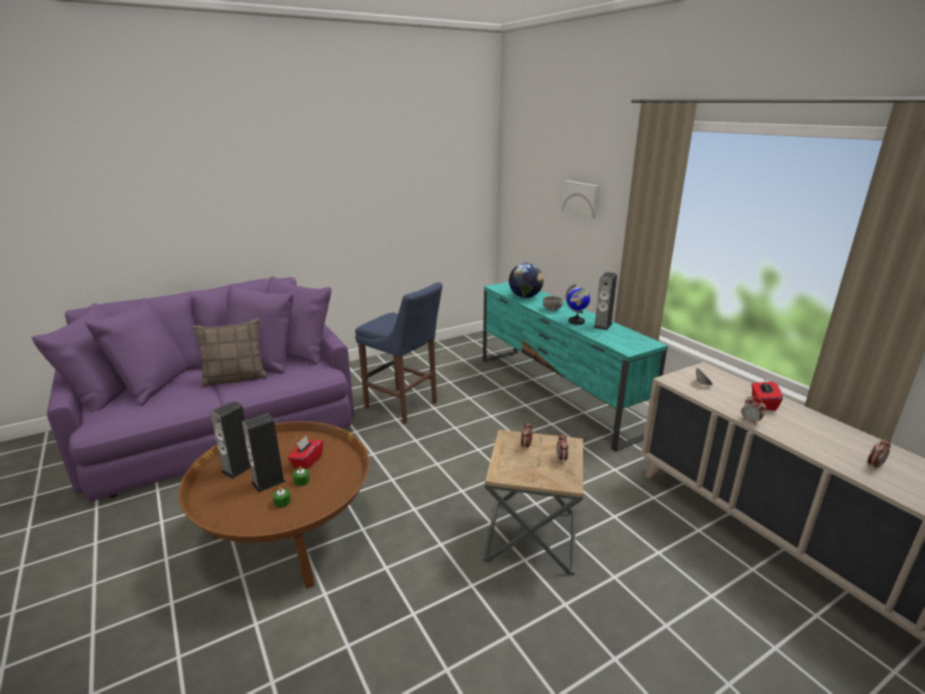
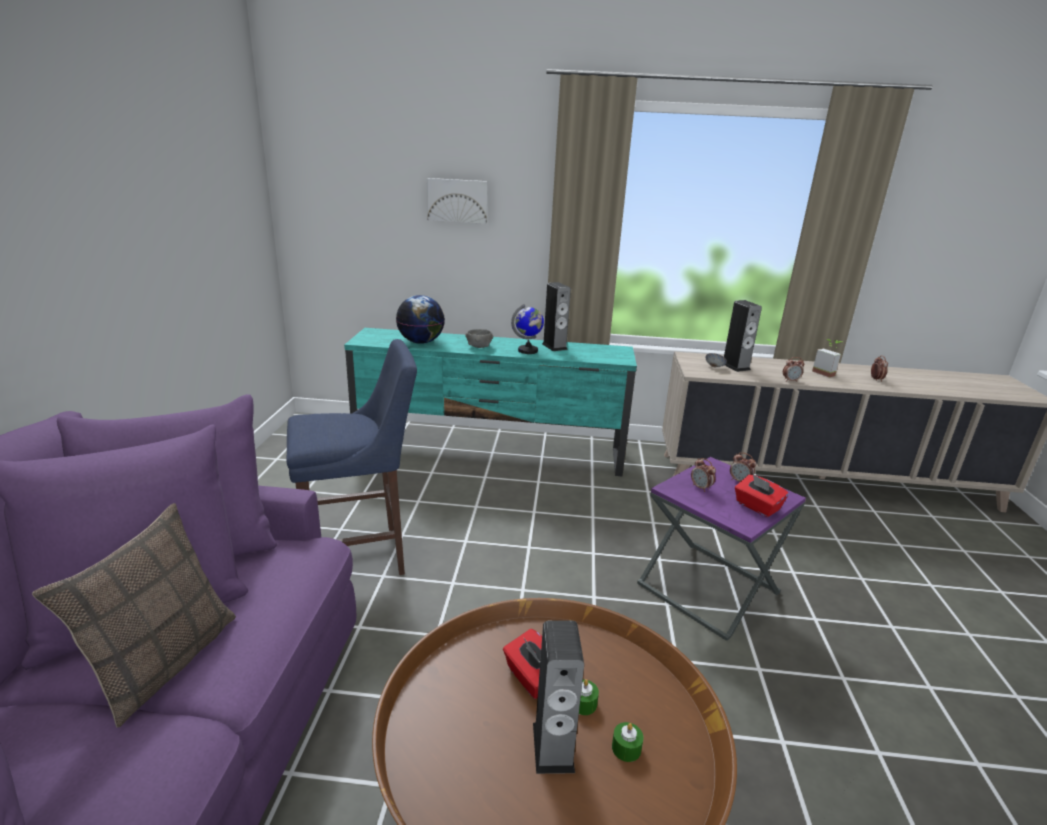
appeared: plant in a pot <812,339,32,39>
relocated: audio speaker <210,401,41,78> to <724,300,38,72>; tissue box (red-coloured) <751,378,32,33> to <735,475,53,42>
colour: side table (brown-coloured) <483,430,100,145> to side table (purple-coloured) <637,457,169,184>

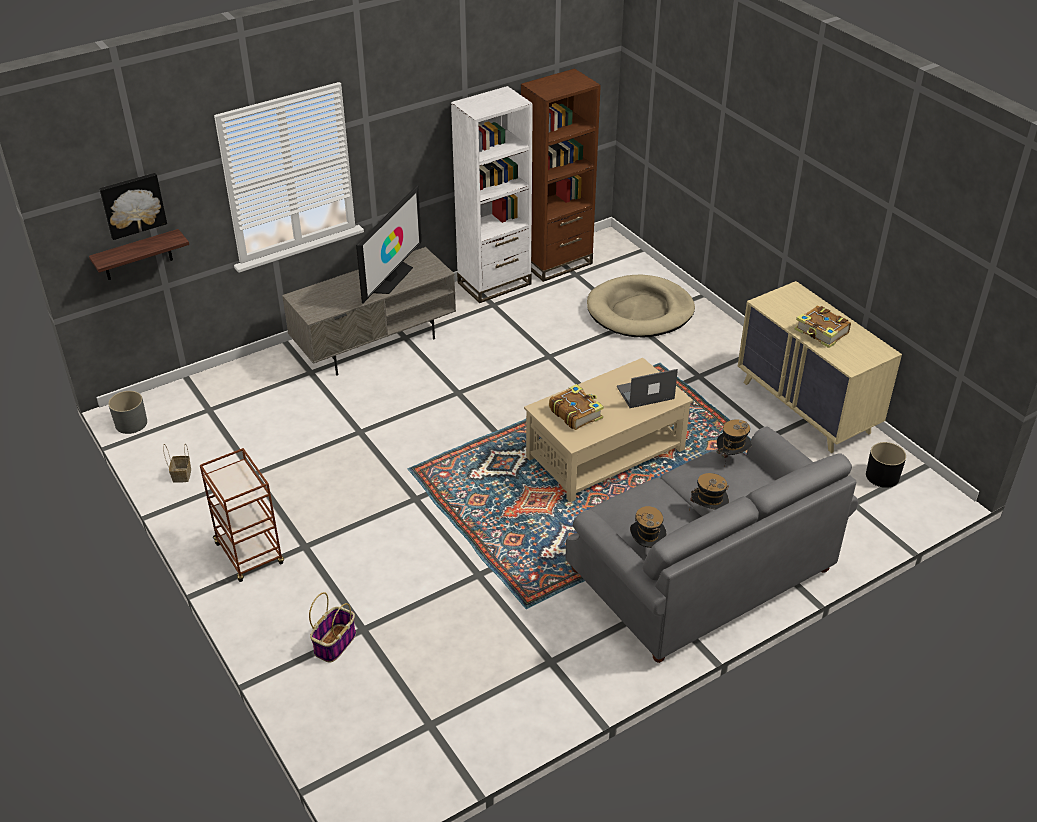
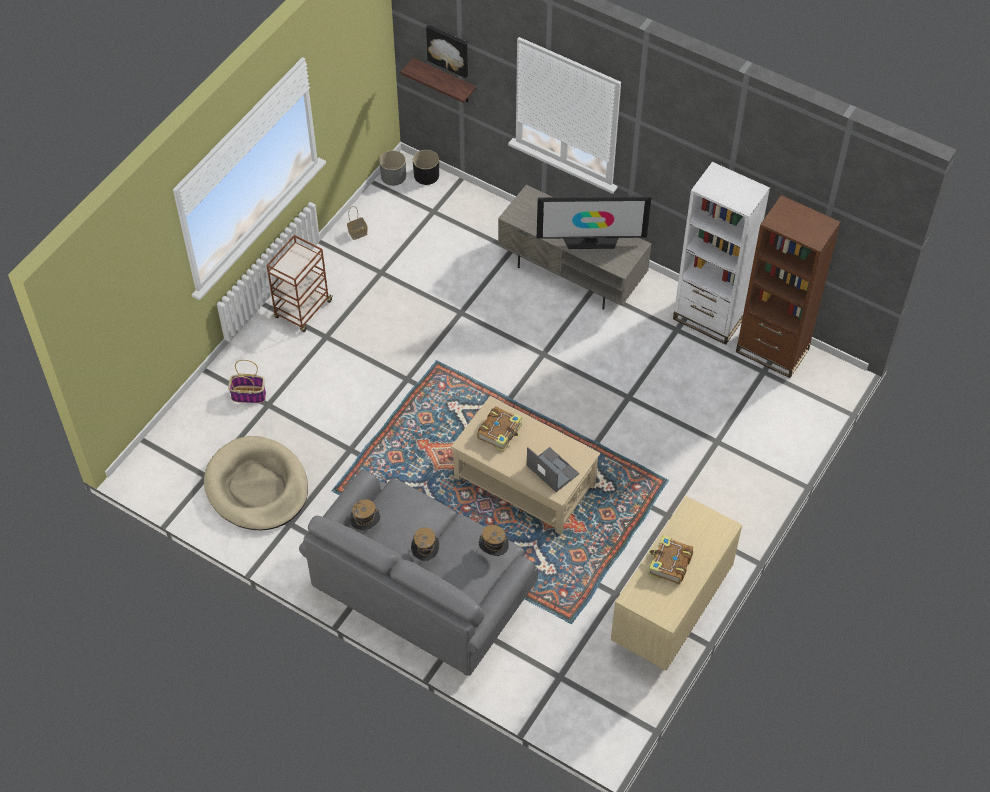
relocated: pet bed (sand-coloured) <587,275,108,62> to <204,436,104,94>; flower pot (blackish) <866,442,40,46> to <413,150,26,35>

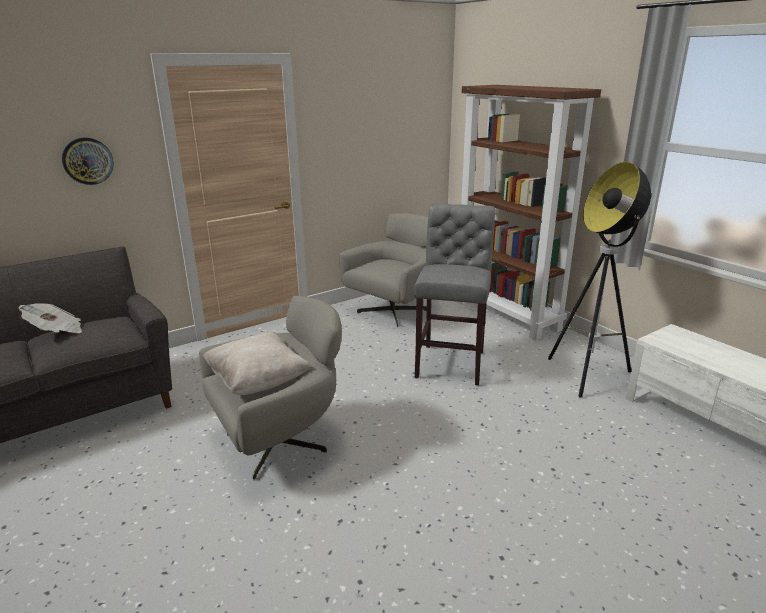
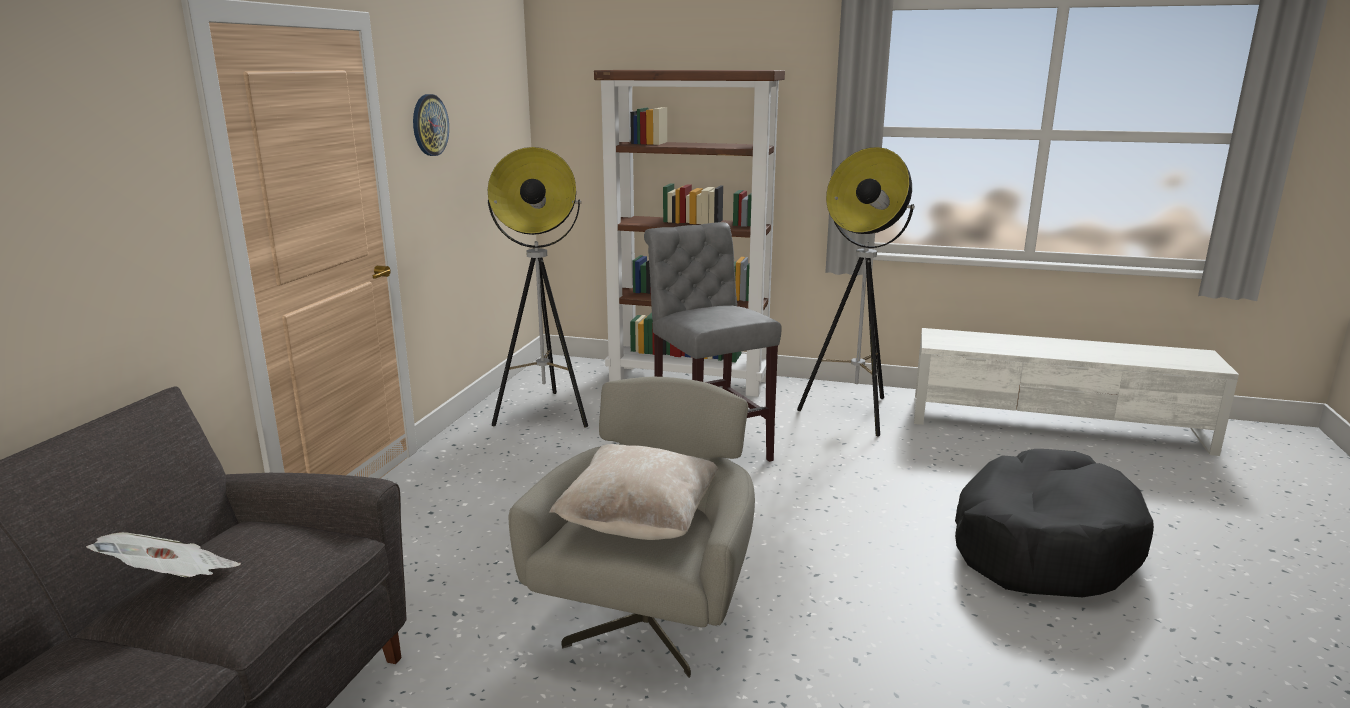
appeared: pet bed (blackish) <955,449,199,148>
relocated: hanging clock <62,137,52,48> to <413,94,36,62>
exchanged: armchair (greyish) <339,213,89,114> to floor lamp <487,147,101,281>

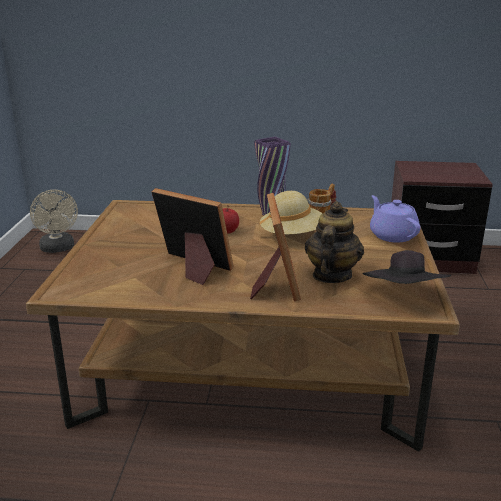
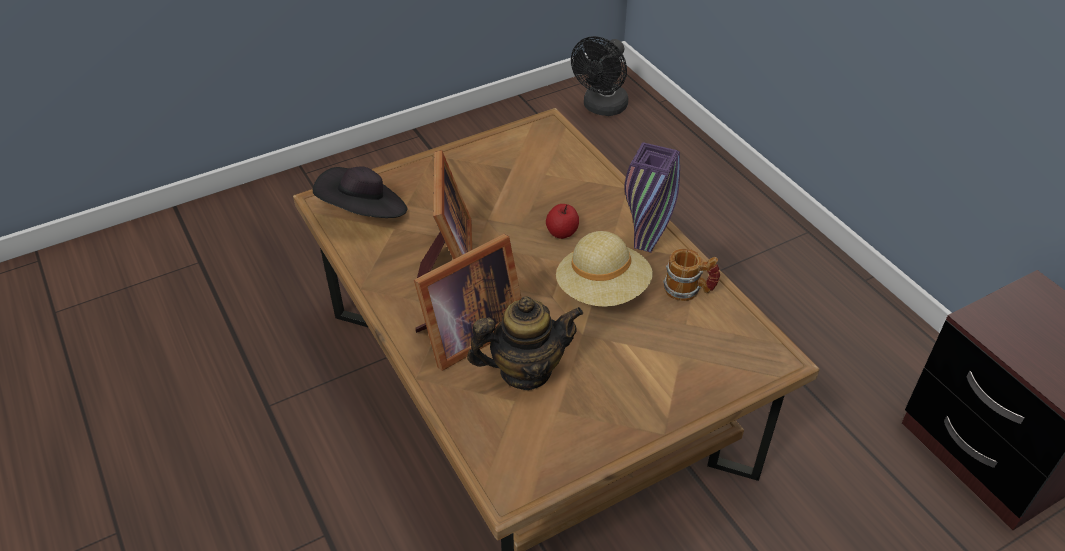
missing: tea pot (purple-coloured) <370,195,51,48>
relocated: clothing hat (blackish) <362,250,89,34> to <313,166,94,52>
colour: electric fan (sand-coloured) <30,190,48,63> to electric fan (blackish) <571,36,57,80>

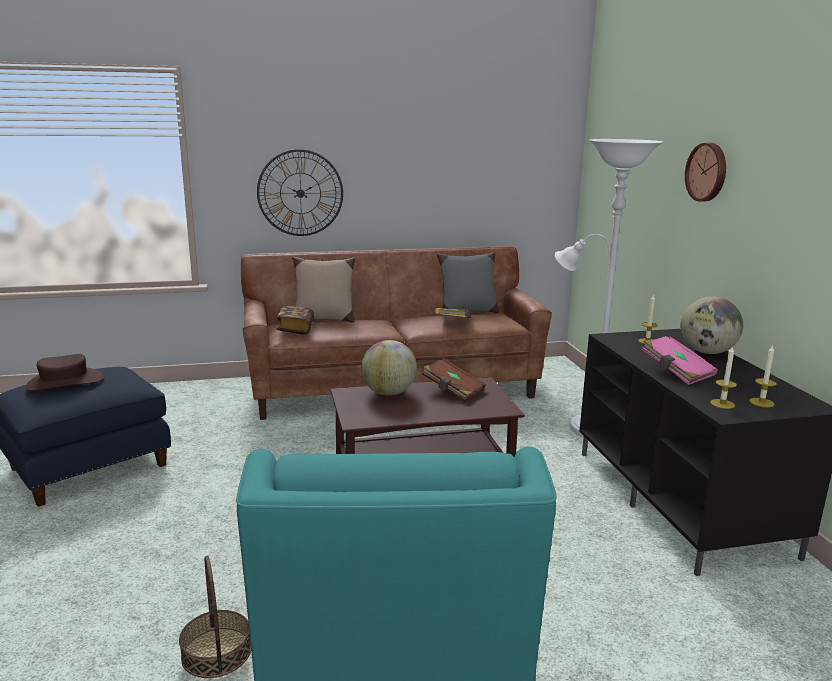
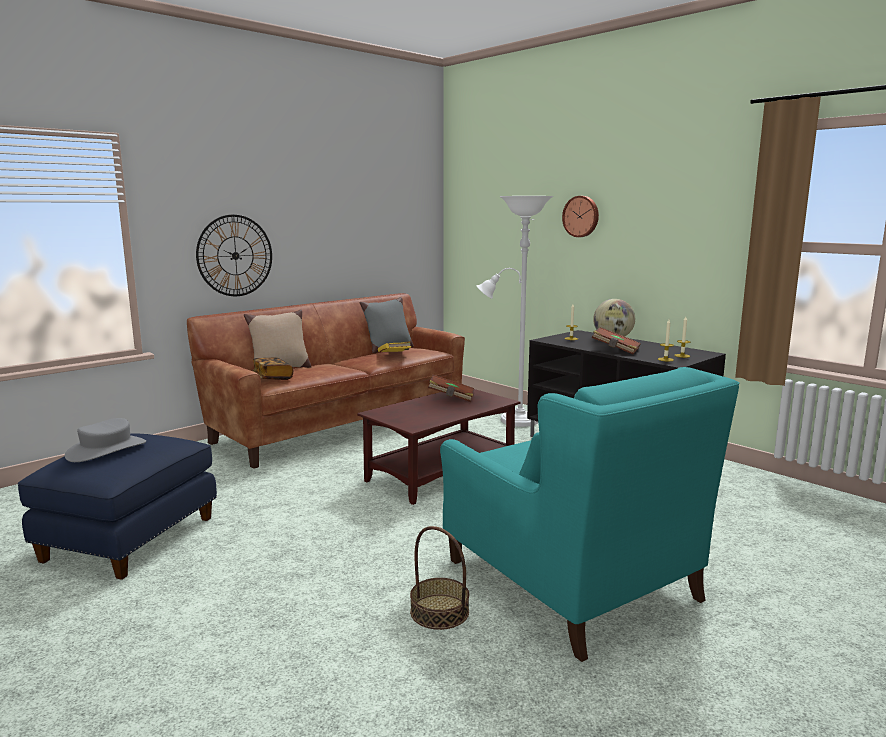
missing: world globe <361,340,56,56>
colour: clothing hat (brown-coloured) <25,354,78,37> to clothing hat (greyish) <65,418,81,44>; volume (pinkish) <642,335,76,50> to volume (brown-coloured) <591,327,50,27>

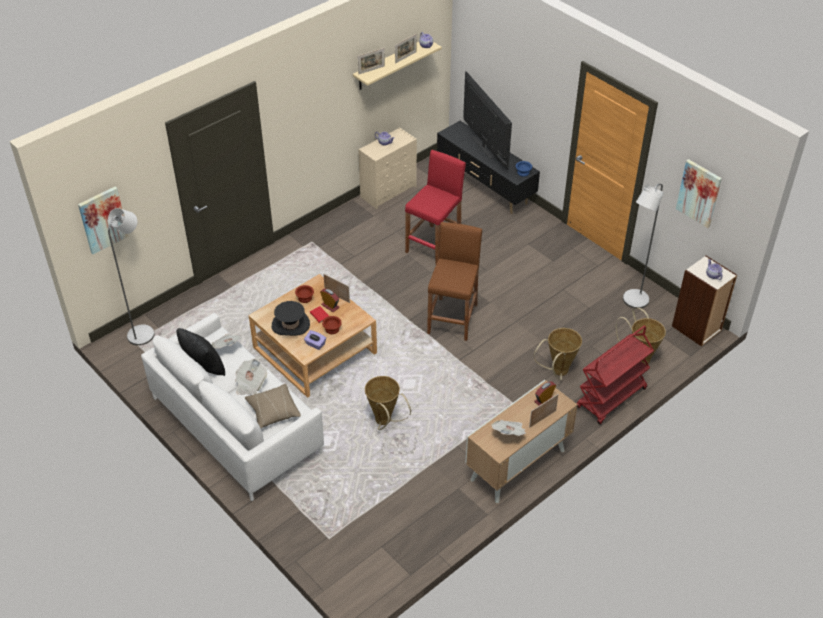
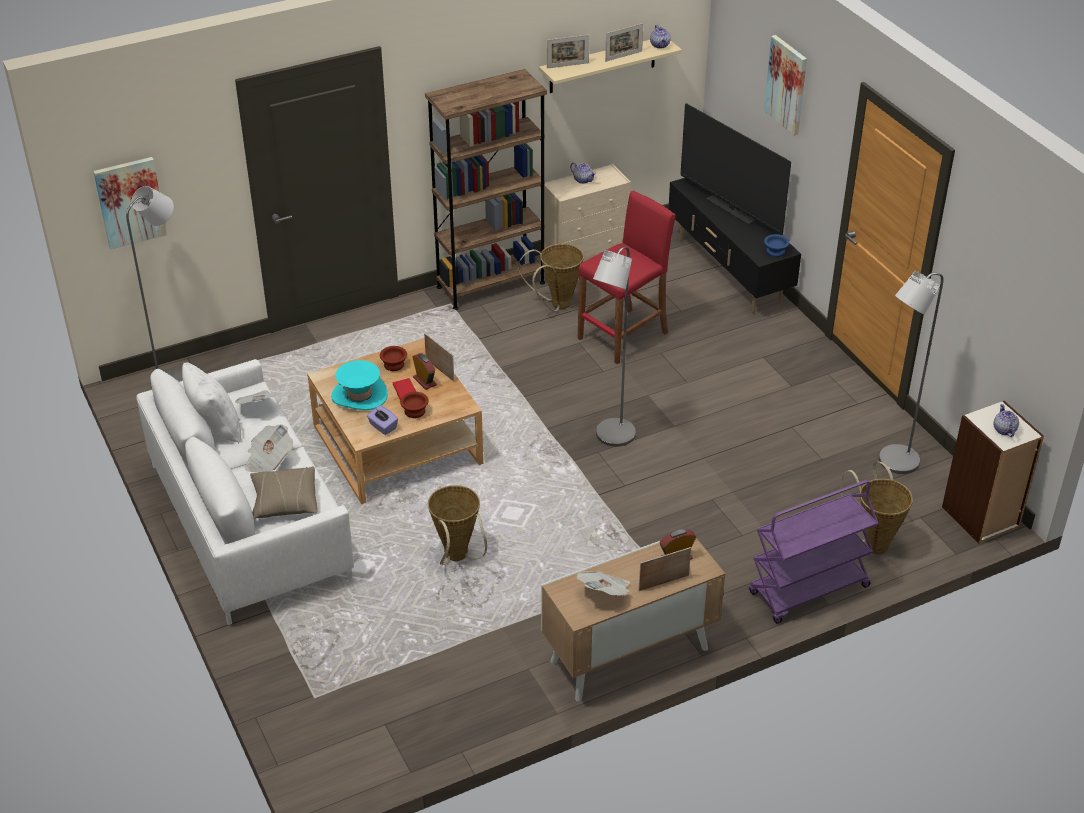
appeared: bookshelf (brown-coloured) <425,69,122,241>
relocated: basket <534,328,48,52> to <518,244,66,67>; wall art <676,159,46,69> to <764,35,43,101>
exchanged: sitting stool (brown-coloured) <427,222,55,119> to floor lamp (greyish) <593,247,43,200>
colour: throw pillow (blackish) <176,328,49,48> to throw pillow (whitish) <182,362,59,81>; clothing hat (blackish) <272,301,38,35> to clothing hat (turquoise) <331,360,57,51>; cart (red-coloured) <577,326,77,99> to cart (purple-coloured) <749,480,130,143>
spun: TV <463,71,49,99> = <680,103,111,132> 150 degrees clockwise

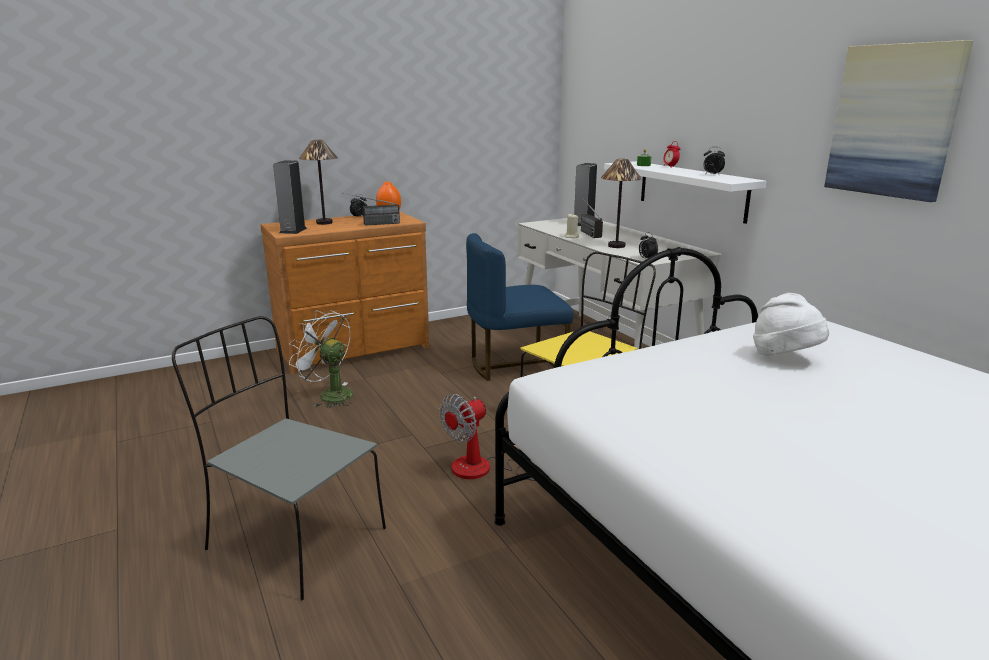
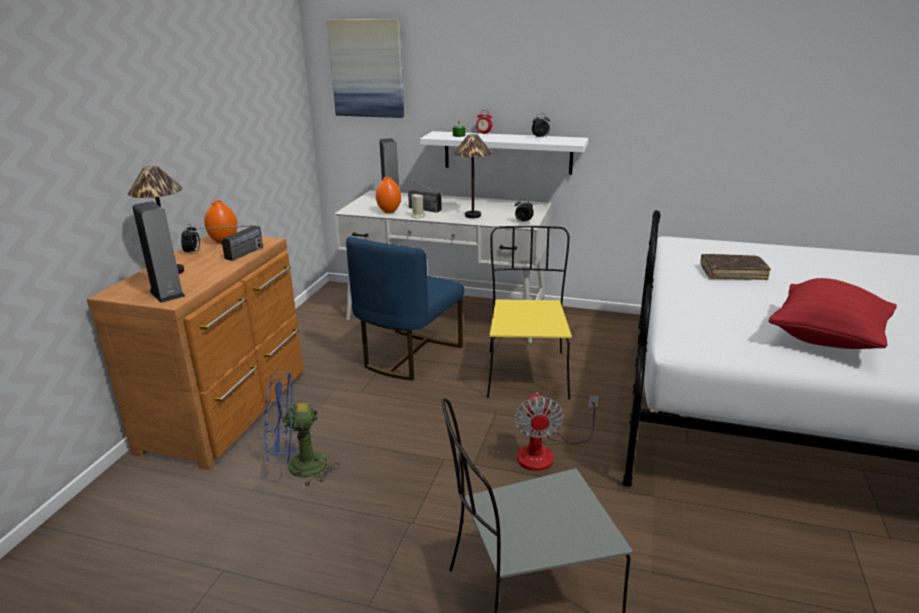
appeared: vase (orangey) <376,177,25,36>; throw pillow (red-coloured) <768,278,129,71>
relocated: wall art <824,40,149,162> to <327,19,77,99>
exchanged: clothing hat (whitish) <753,293,76,63> to volume (brown-coloured) <700,254,71,26>
colour: electric fan (whitish) <289,310,64,98> to electric fan (bluish) <265,372,75,116>

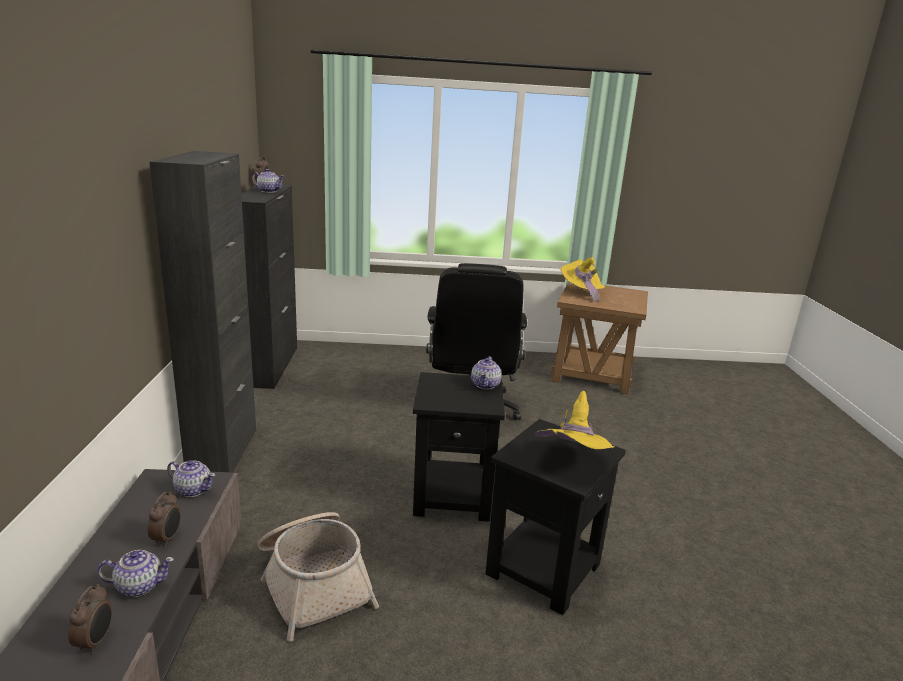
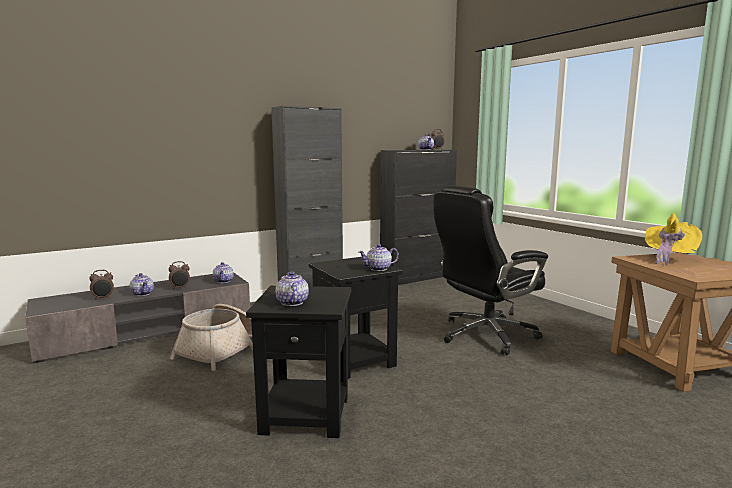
exchanged: clothing hat (yellow-coloured) <536,391,79,58> to tea pot <275,271,34,35>

